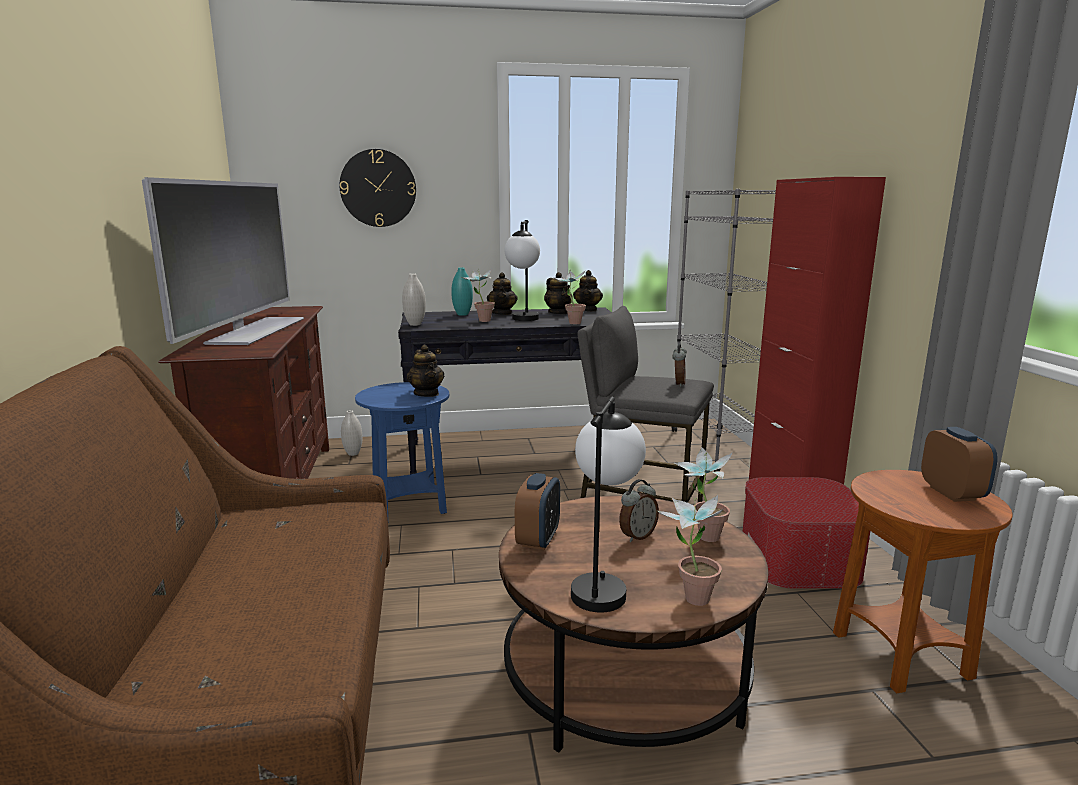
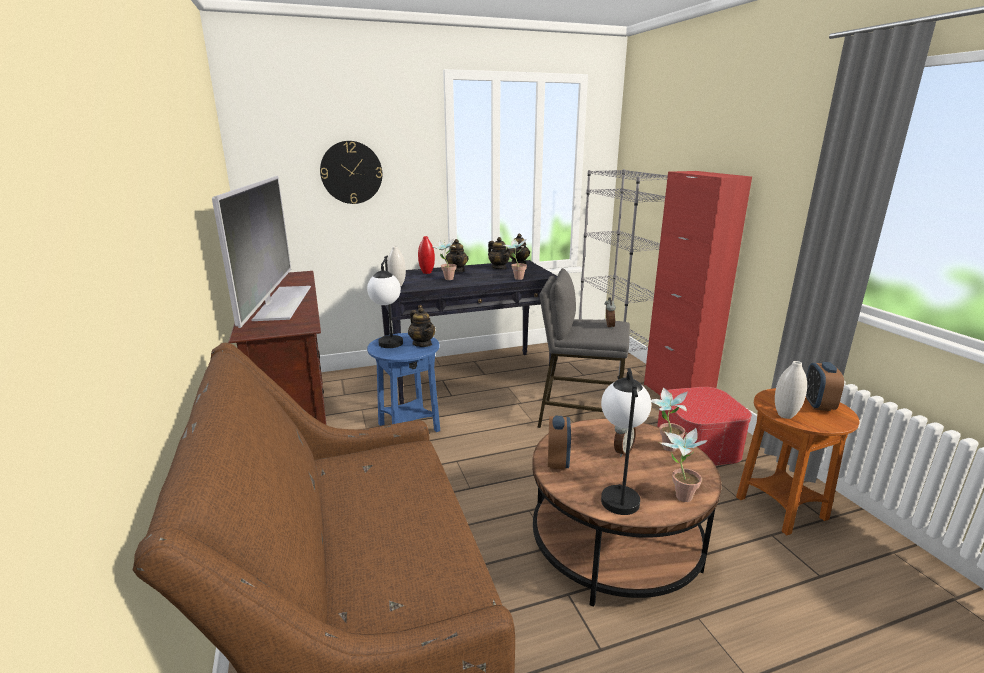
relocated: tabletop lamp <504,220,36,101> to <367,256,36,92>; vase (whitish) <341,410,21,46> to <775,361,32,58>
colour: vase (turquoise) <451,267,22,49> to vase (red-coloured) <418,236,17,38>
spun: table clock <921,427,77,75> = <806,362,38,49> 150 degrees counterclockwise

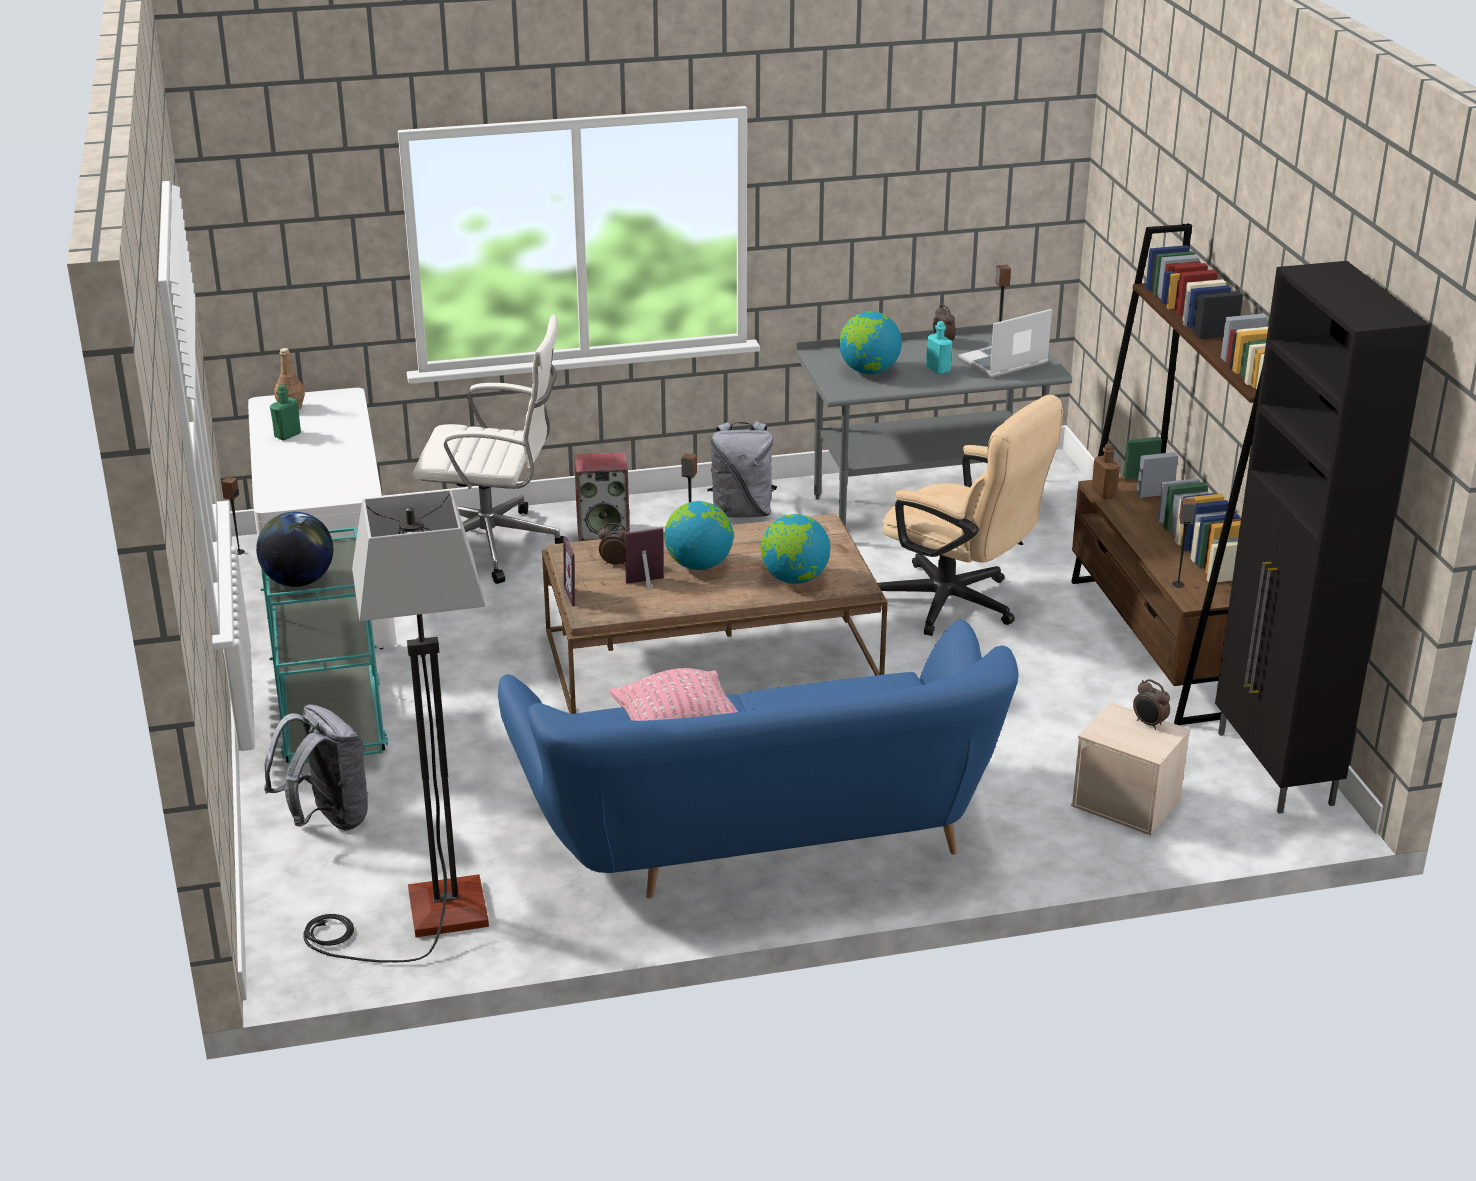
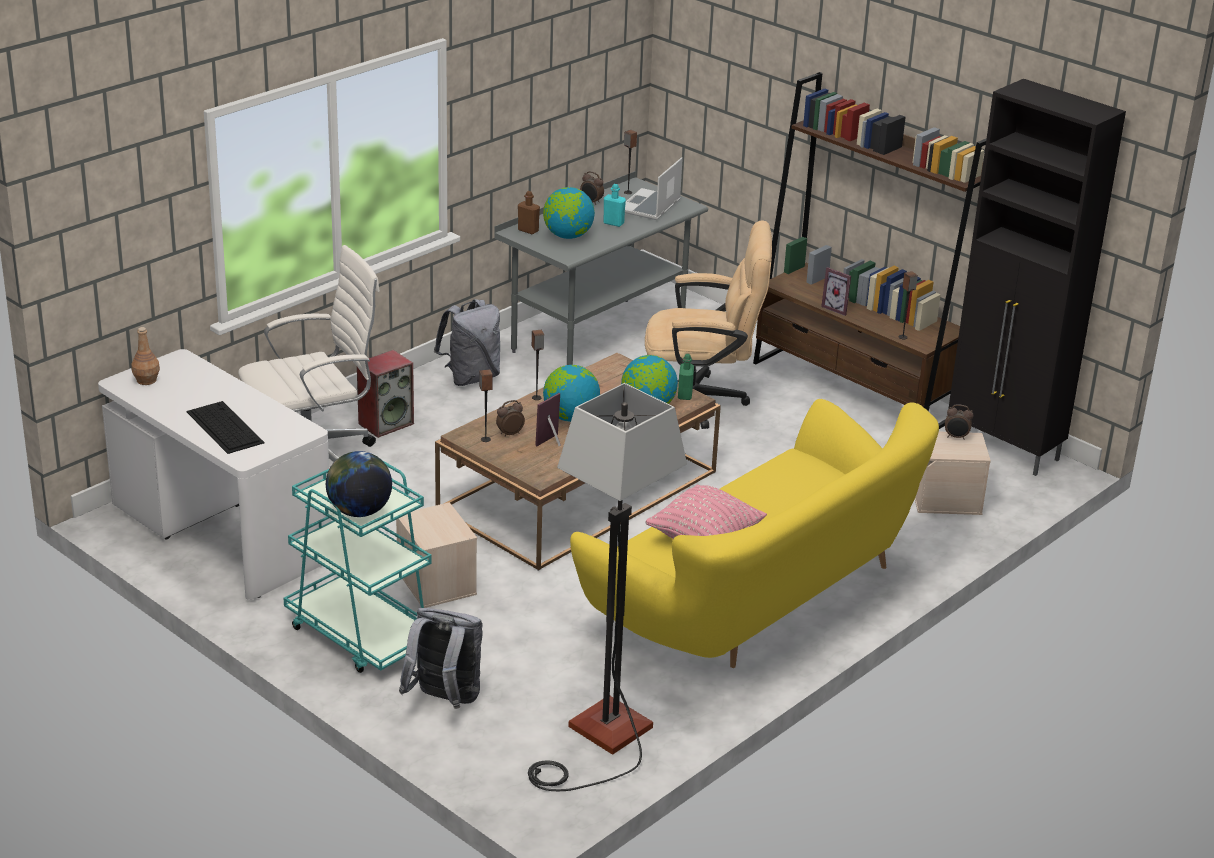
appeared: keyboard <186,401,79,53>; storage bin (sand-coloured) <396,502,81,106>
relocated: audio speaker <221,477,24,78> to <479,369,14,73>; beverage bottle (brown-coloured) <1092,443,28,56> to <518,191,22,43>; beverage bottle (green) <270,385,31,55> to <678,354,16,46>; standing frame <563,536,28,70> to <821,267,30,49>
colour: settee (bluish) <498,620,521,278> to settee (yellow-coloured) <570,399,369,269>

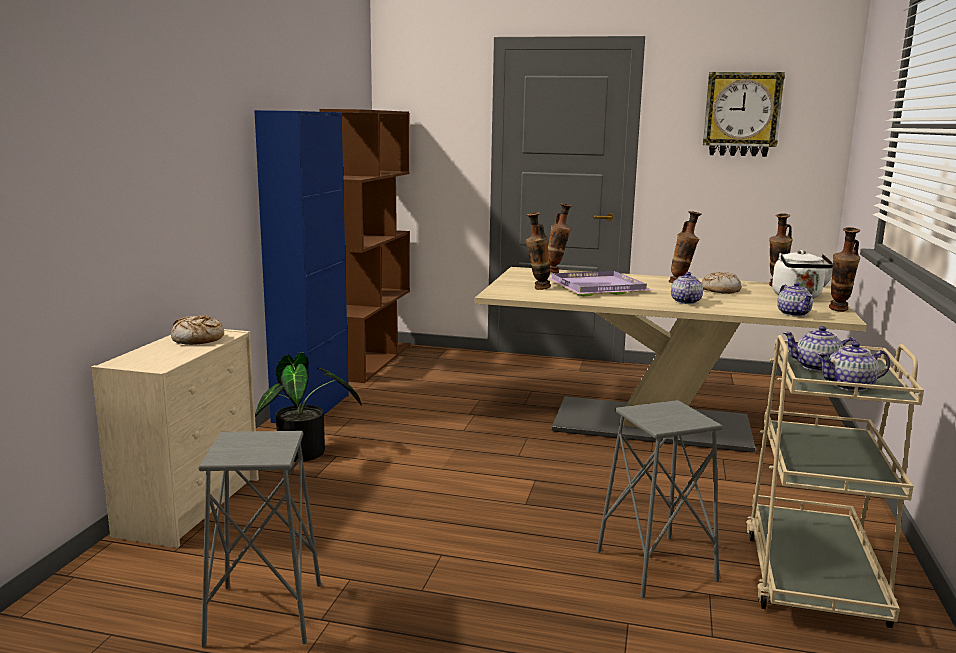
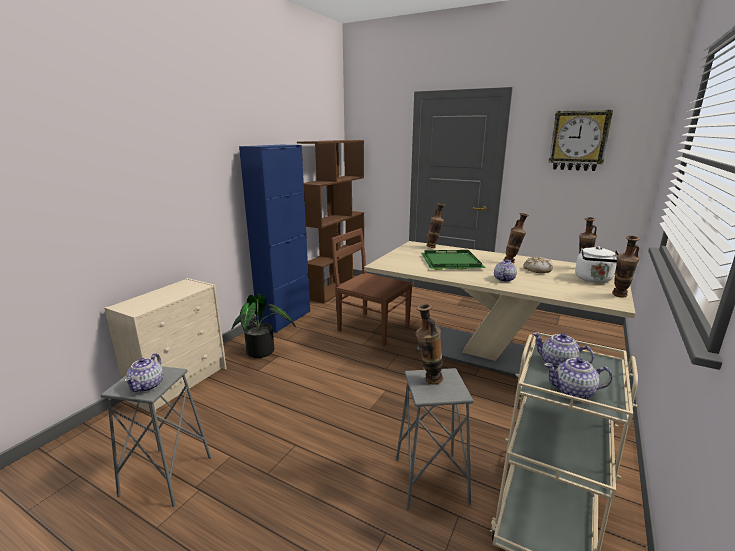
missing: bread <171,315,53,30>
appeared: upright chair (brown-coloured) <332,228,81,118>
relocated: tea pot <777,282,36,35> to <124,353,39,39>; vase <525,212,26,78> to <415,304,28,81>
colour: carrying tray (purple-coloured) <548,271,104,26> to carrying tray (green) <421,250,65,20>

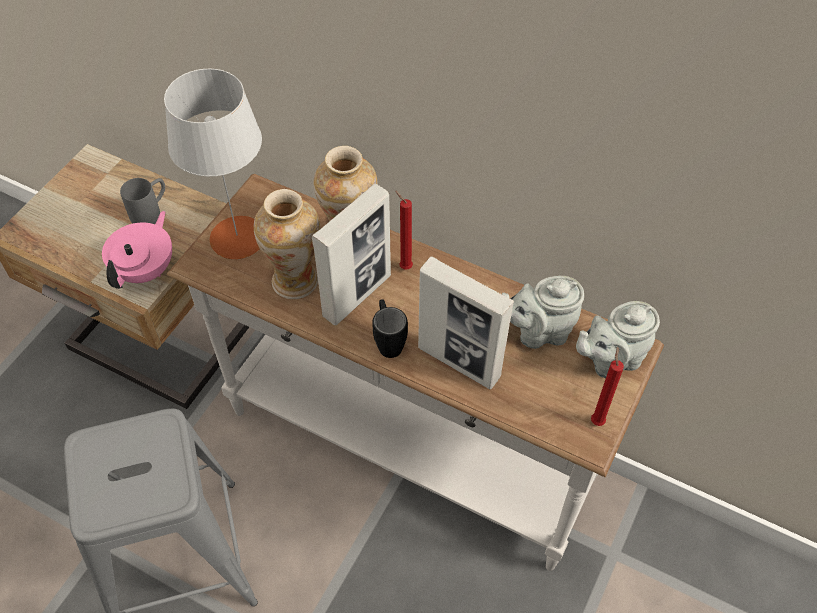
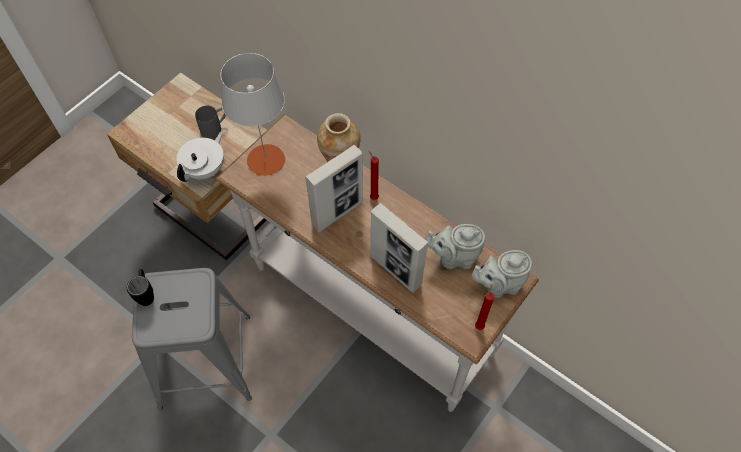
missing: vase <254,189,66,110>
relocated: mug (blackish) <372,299,36,59> to <127,269,27,37>
colour: tea pot (pinkish) <102,211,70,78> to tea pot (whitish) <177,131,47,51>

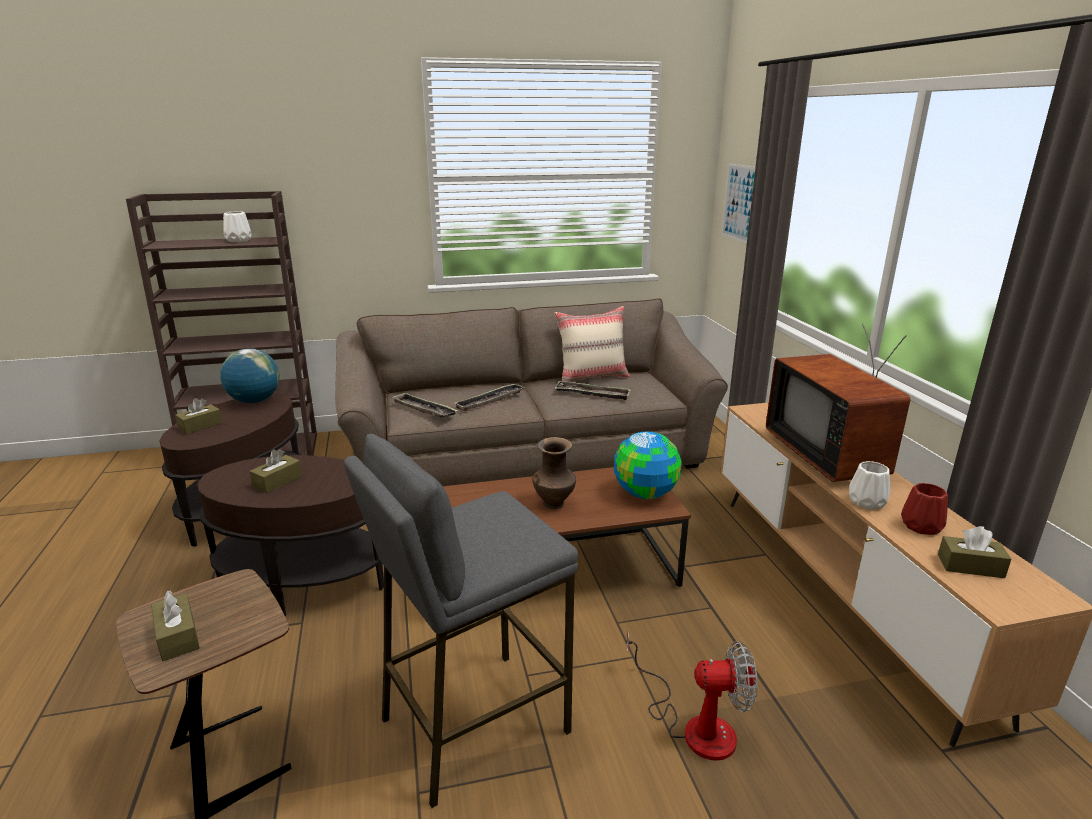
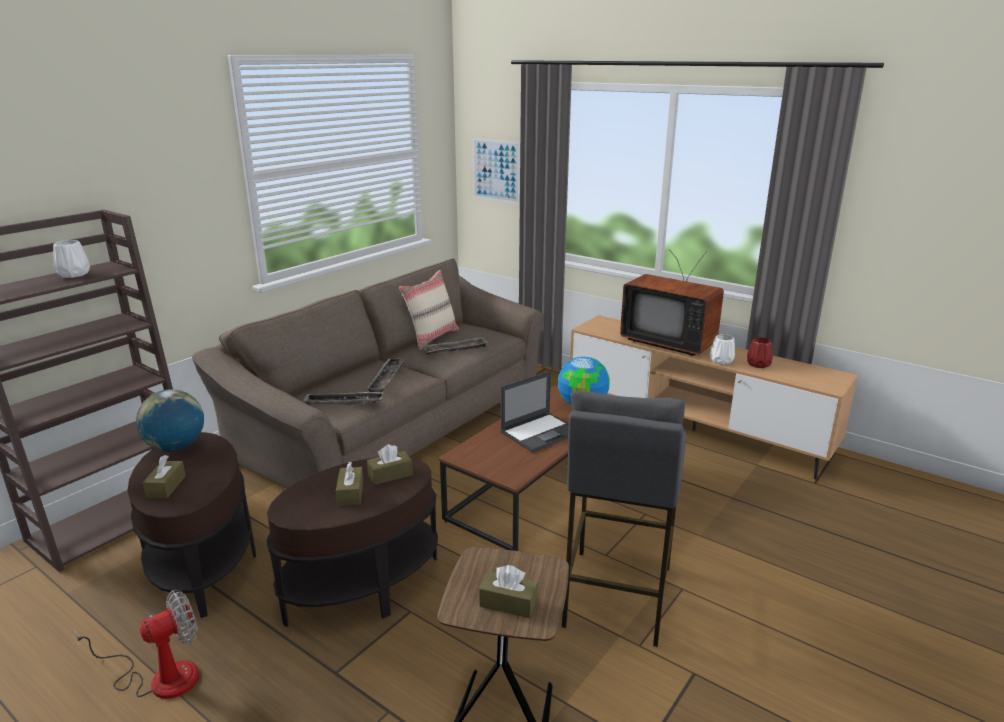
relocated: electric fan <627,630,131,131> to <74,590,125,109>; tissue box (brown-coloured) <938,526,73,52> to <367,444,46,41>
exchanged: vase (brown-coloured) <533,437,43,72> to laptop <500,371,69,82>

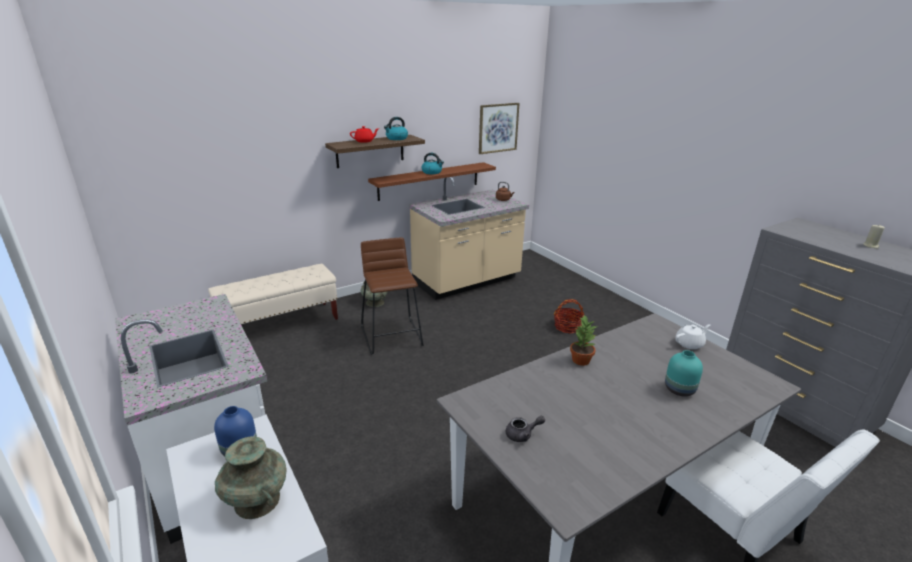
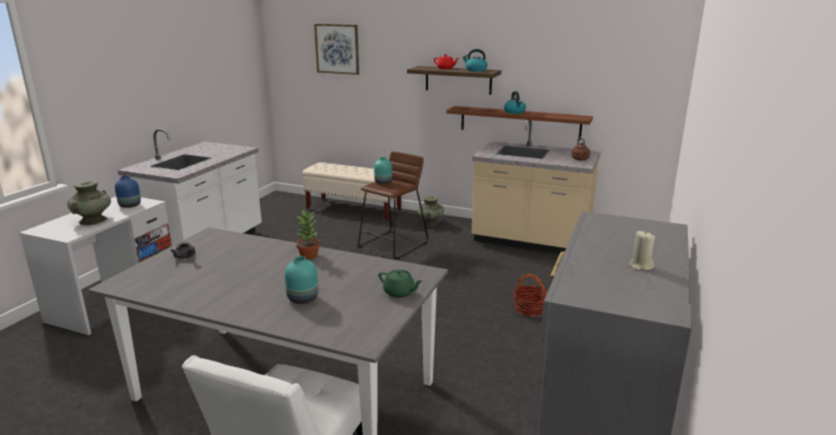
appeared: vase (turquoise) <374,157,18,27>
relocated: wall art <479,103,41,51> to <314,24,45,51>
colour: tea pot (whitish) <675,324,35,25> to tea pot (green) <379,269,44,29>

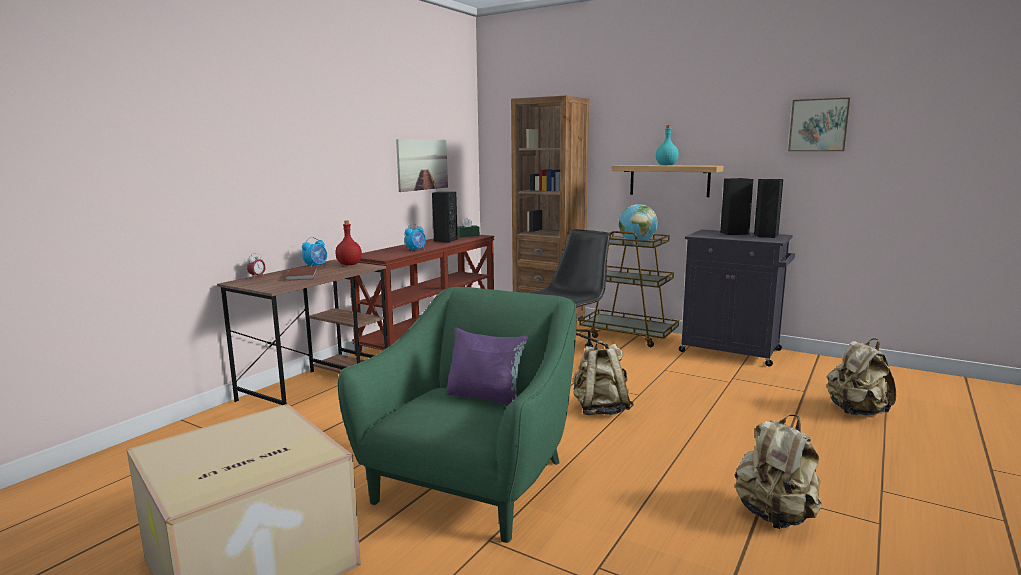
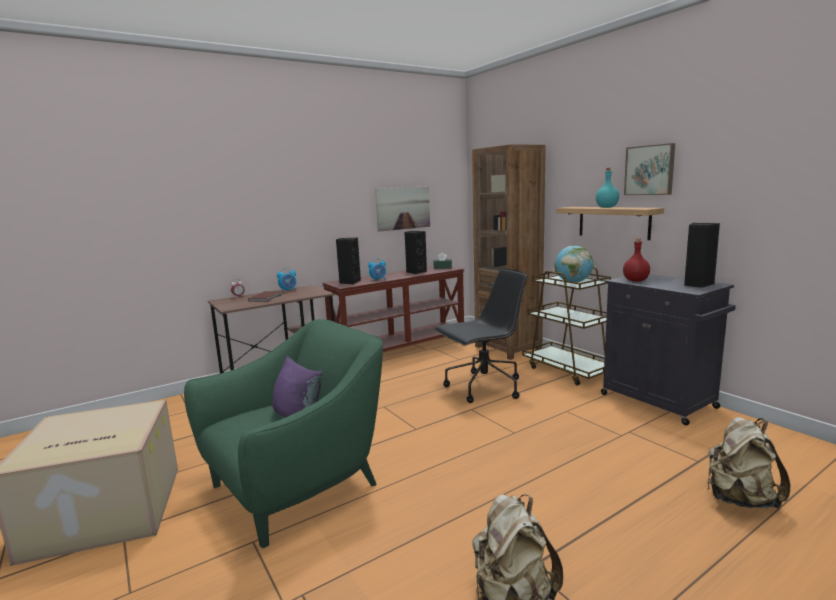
missing: rucksack (sand-coloured) <573,341,61,74>
relocated: audio speaker (blackish) <720,178,33,57> to <336,237,25,47>; beverage bottle (red-coloured) <335,220,27,45> to <623,238,27,44>; wall art <788,97,63,54> to <624,143,51,52>

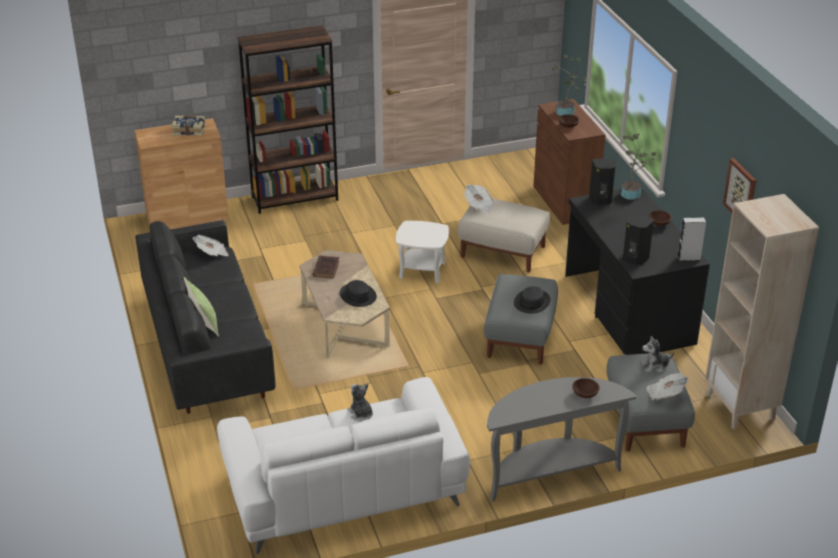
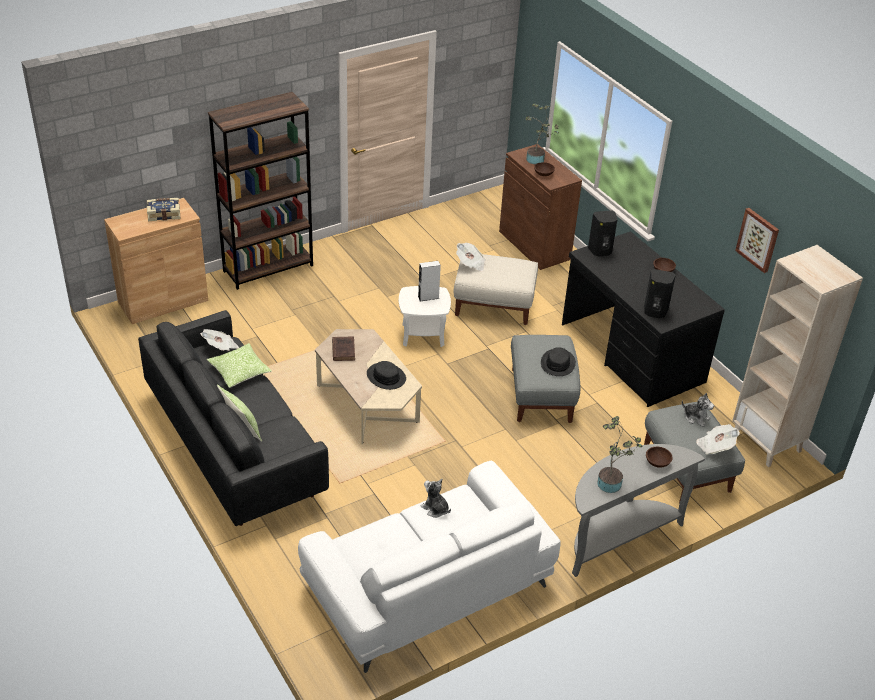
appeared: throw pillow <207,343,65,45>
relocated: audio speaker (greyish) <677,217,29,44> to <418,261,23,40>; plant in a pot <621,133,36,67> to <598,416,45,77>
spun: soft toy <641,336,33,37> = <682,393,32,34> 120 degrees counterclockwise

